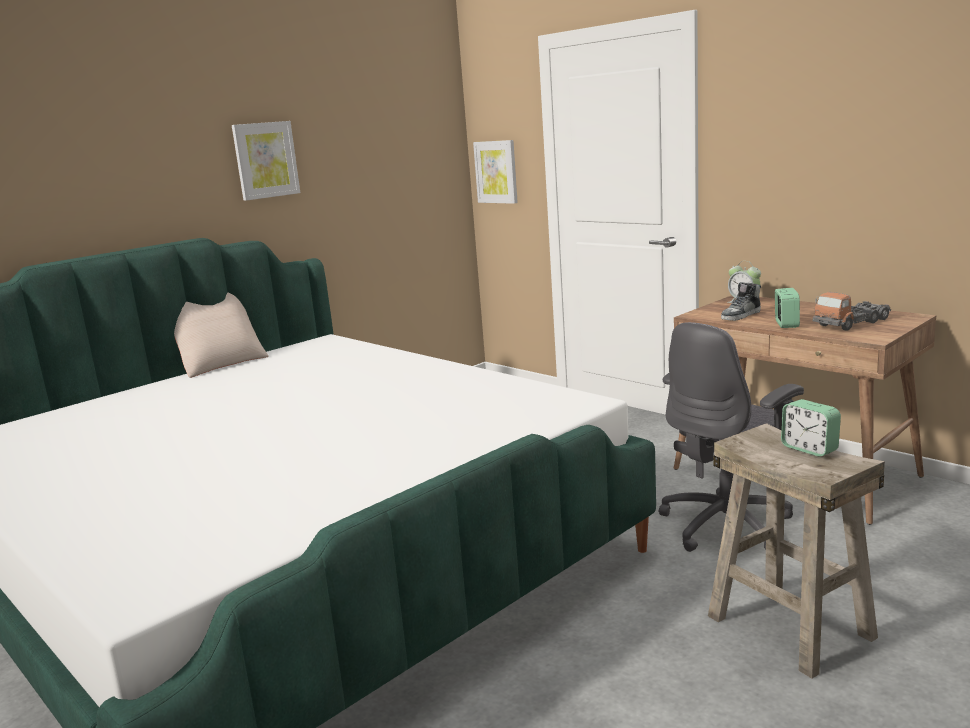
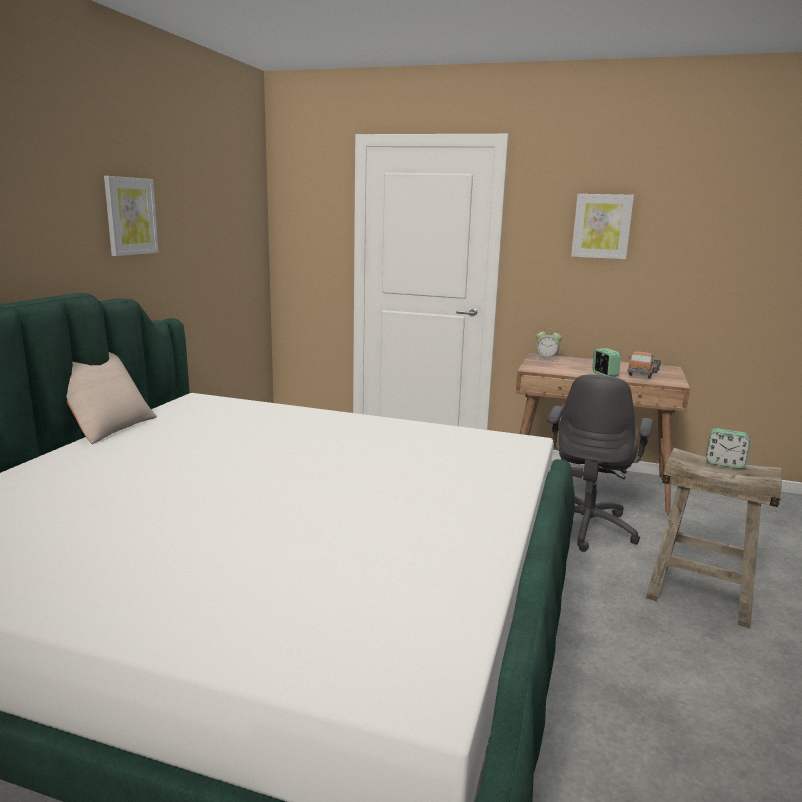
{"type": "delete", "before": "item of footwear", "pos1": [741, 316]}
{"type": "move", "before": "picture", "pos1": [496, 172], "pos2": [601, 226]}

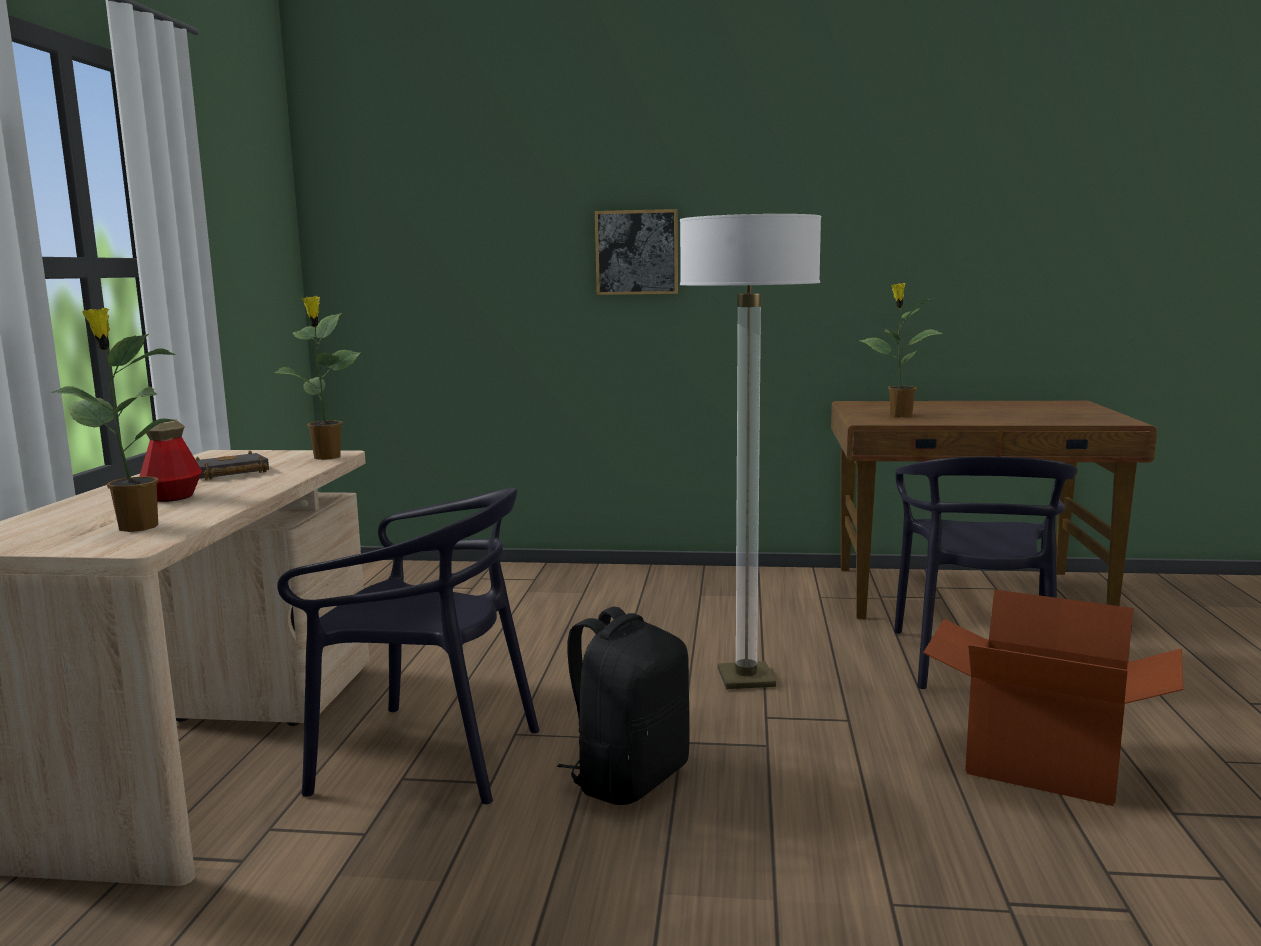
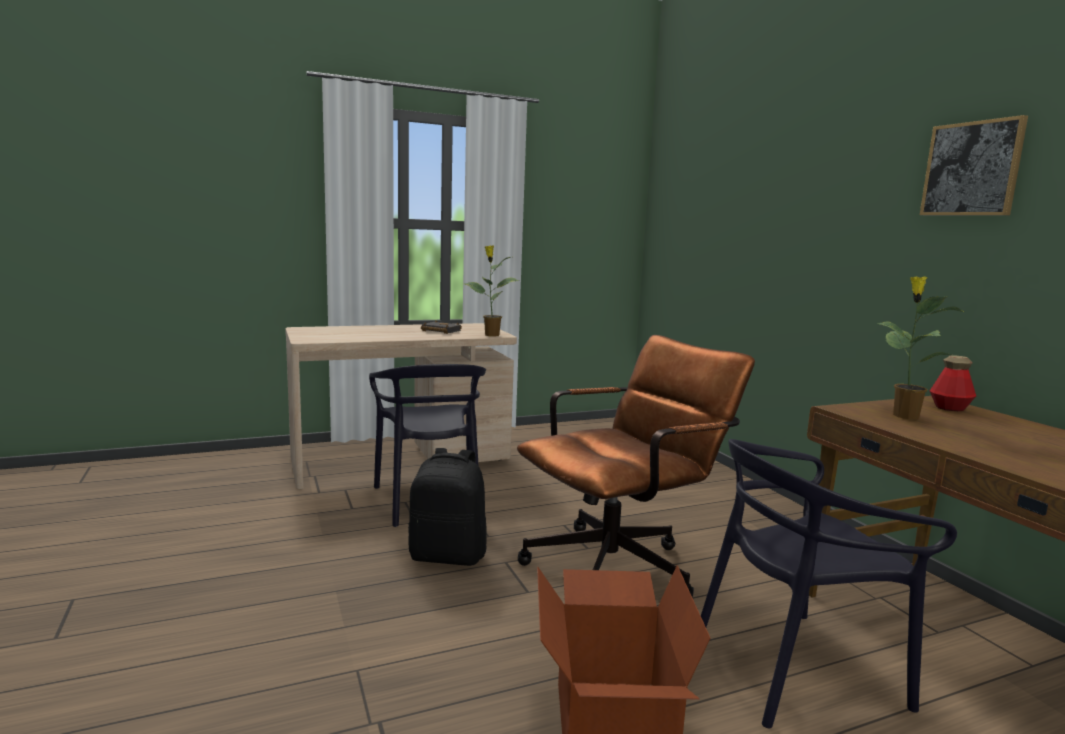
{"type": "delete", "before": "potted plant", "pos1": [135, 527]}
{"type": "move", "before": "drink bottle", "pos1": [173, 497], "pos2": [950, 408]}
{"type": "move", "before": "picture", "pos1": [637, 252], "pos2": [972, 169]}
{"type": "replace", "before": "standing lamp", "after": "brown desk chair", "pos1": [746, 678], "pos2": [621, 566]}

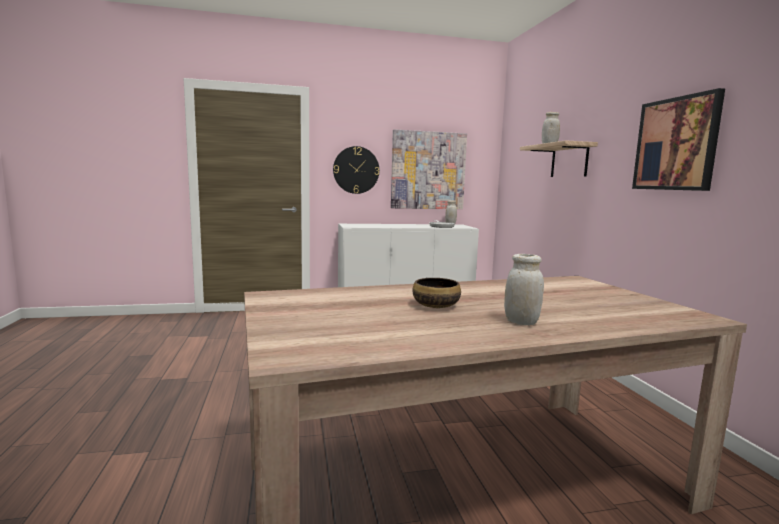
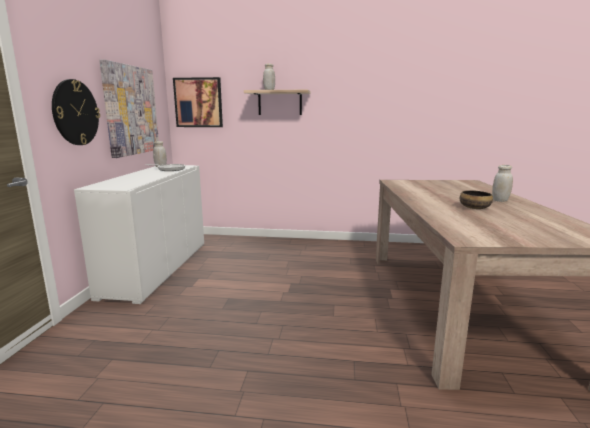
{"type": "move", "before": "picture", "pos1": [676, 144], "pos2": [198, 102]}

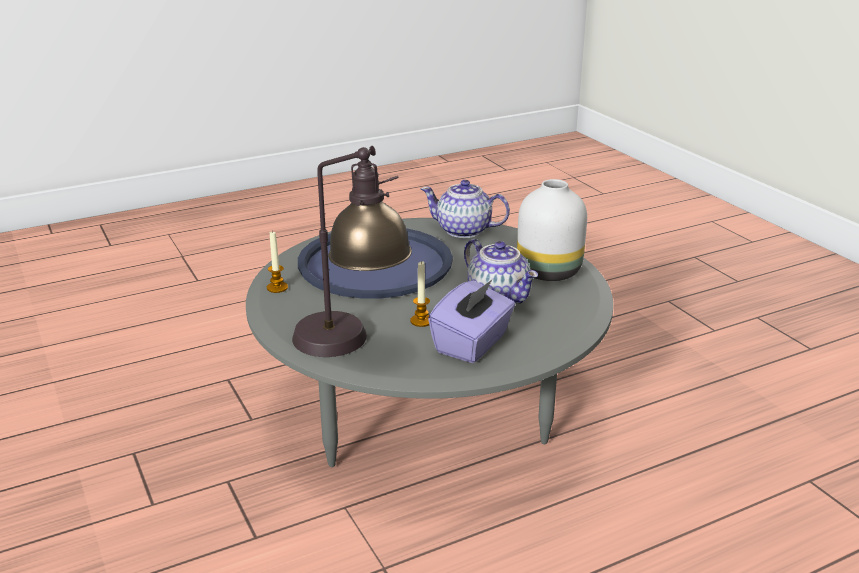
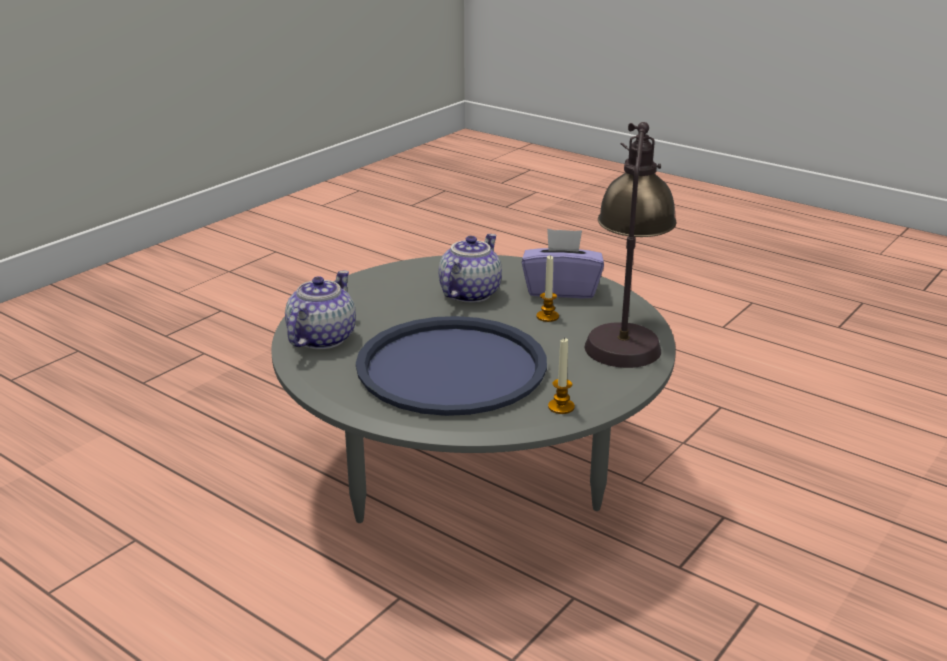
{"type": "delete", "before": "white flower vase", "pos1": [547, 272]}
{"type": "rotate", "before": "pot for tea", "pos1": [464, 231], "pos2": [321, 339], "turn": -150}

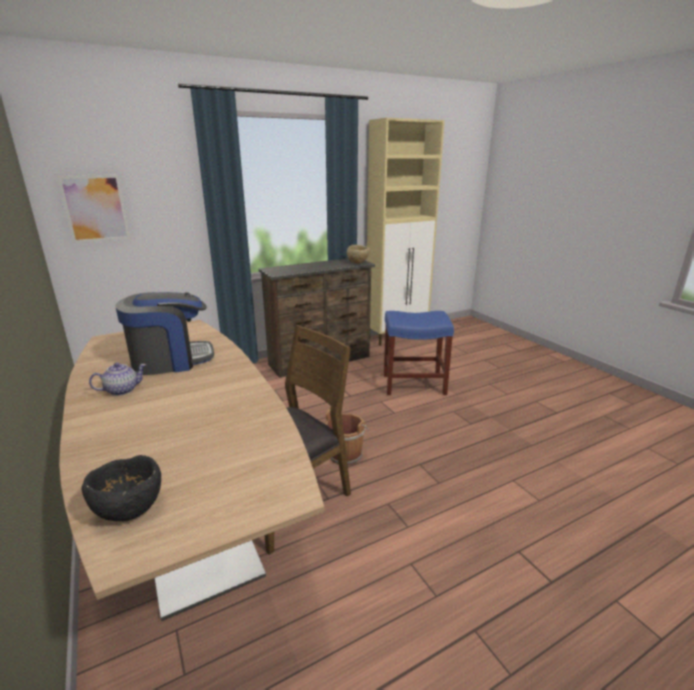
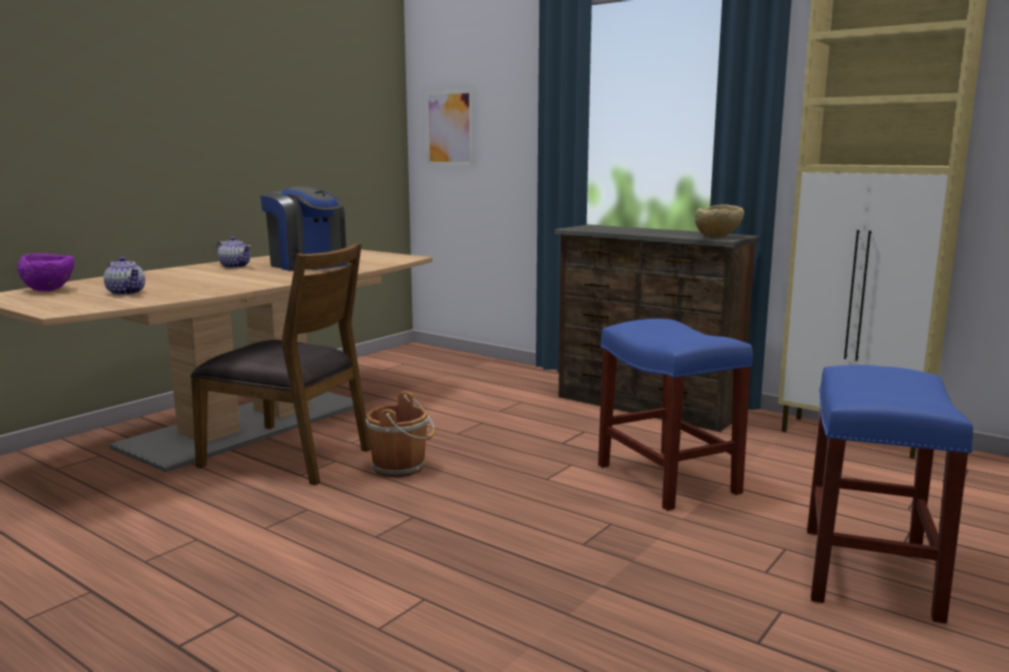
{"type": "insert", "after": "pot for tea", "pos2": [127, 293]}
{"type": "insert", "after": "blue-coloured stool seat", "pos2": [868, 570]}
{"type": "recolor", "before": "black-coloured bowl", "after": "purple bowl", "pos1": [129, 509], "pos2": [50, 290]}

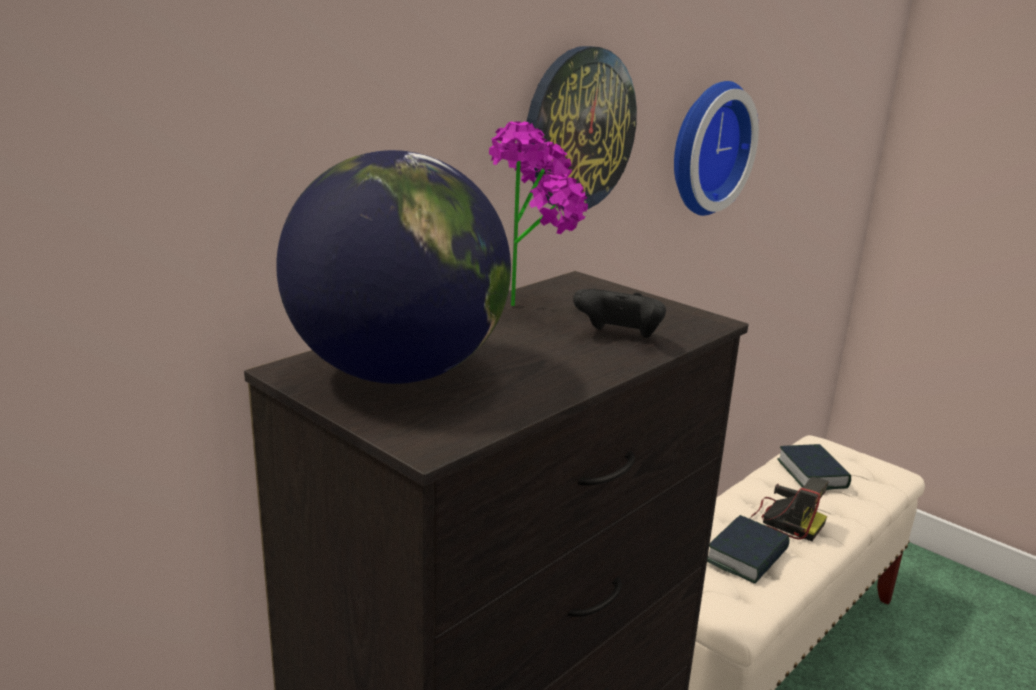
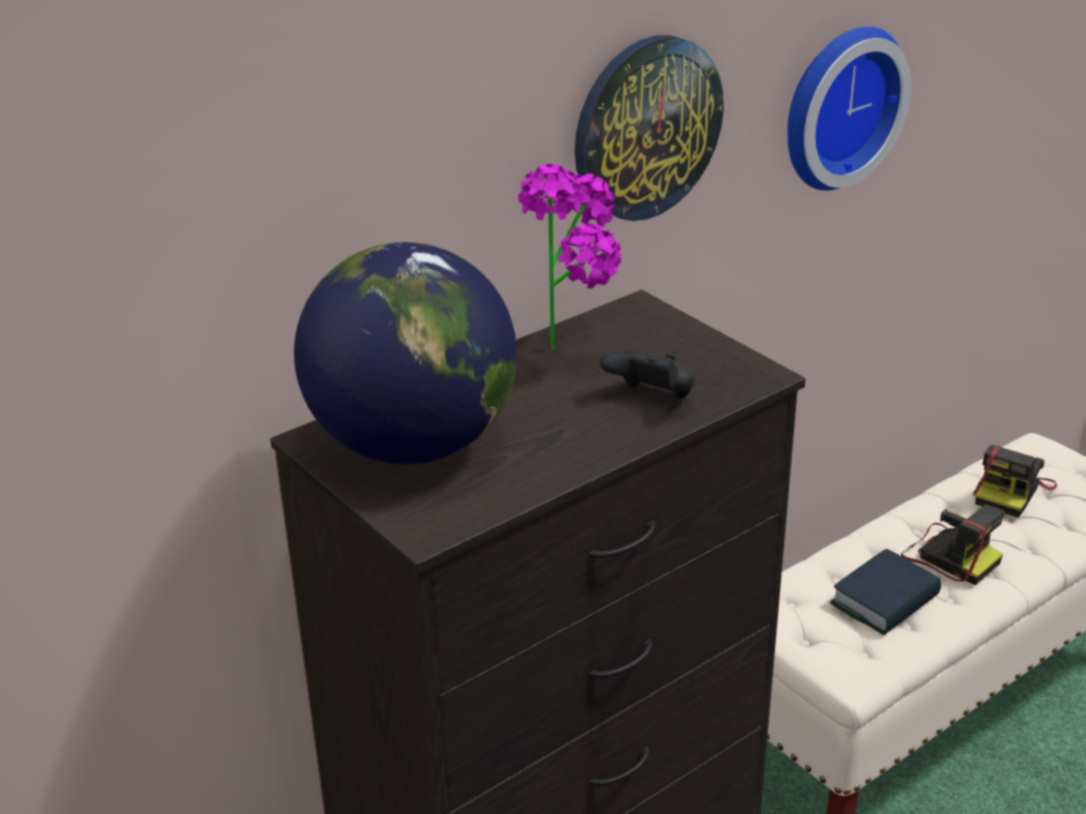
{"type": "replace", "before": "bound book", "after": "still camera", "pos1": [812, 474], "pos2": [1011, 492]}

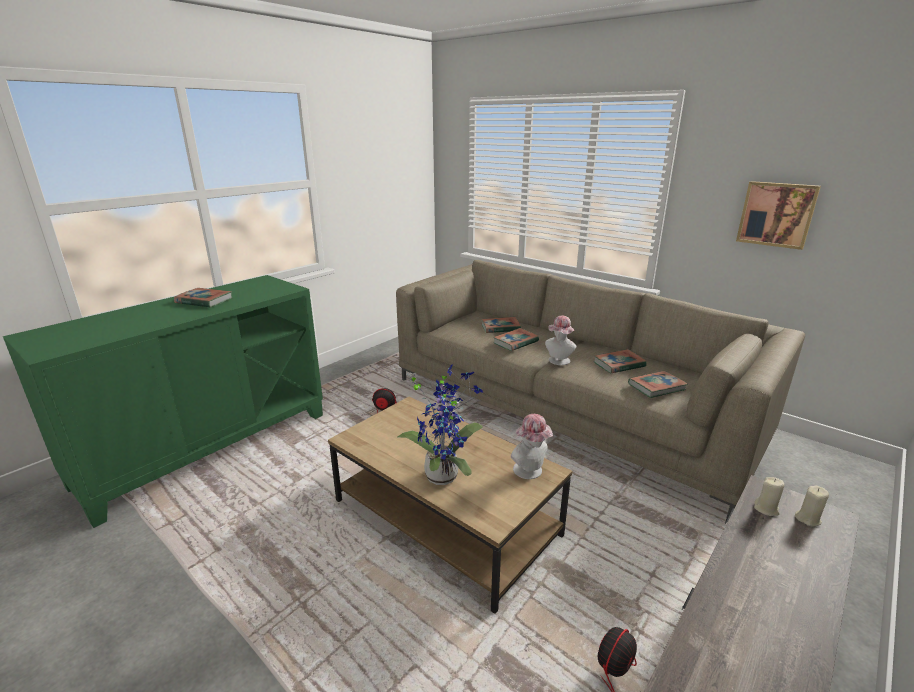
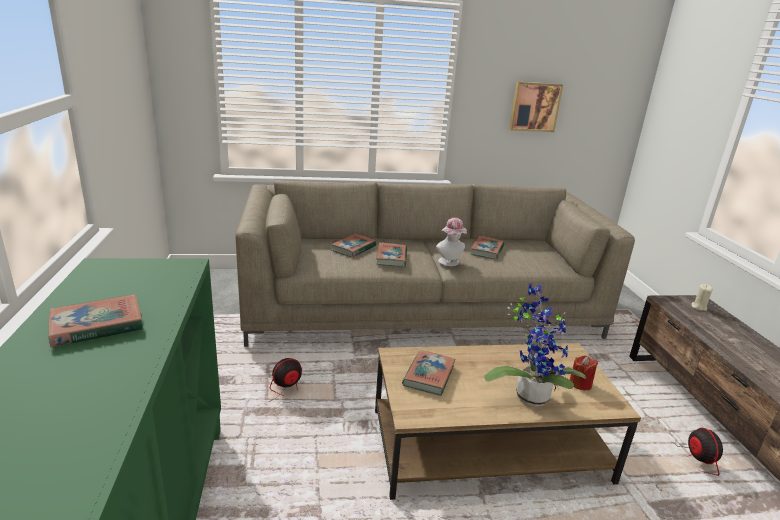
{"type": "delete", "before": "hat", "pos1": [530, 472]}
{"type": "delete", "before": "beige-coloured wax light", "pos1": [766, 509]}
{"type": "insert", "after": "red-coloured wax light", "pos2": [580, 384]}
{"type": "move", "before": "bound book", "pos1": [656, 387], "pos2": [429, 375]}

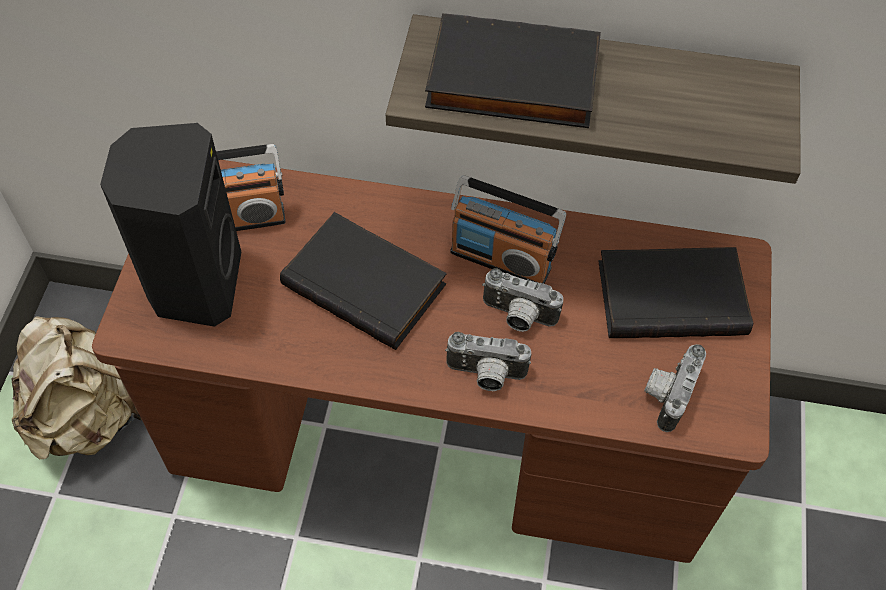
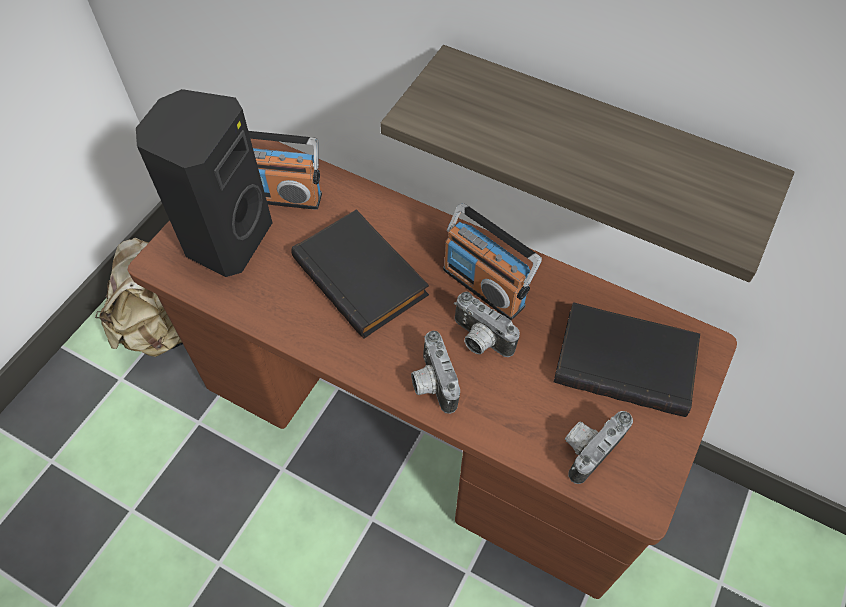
{"type": "delete", "before": "black-coloured bound book", "pos1": [511, 81]}
{"type": "rotate", "before": "still camera", "pos1": [485, 376], "pos2": [431, 383], "turn": 45}

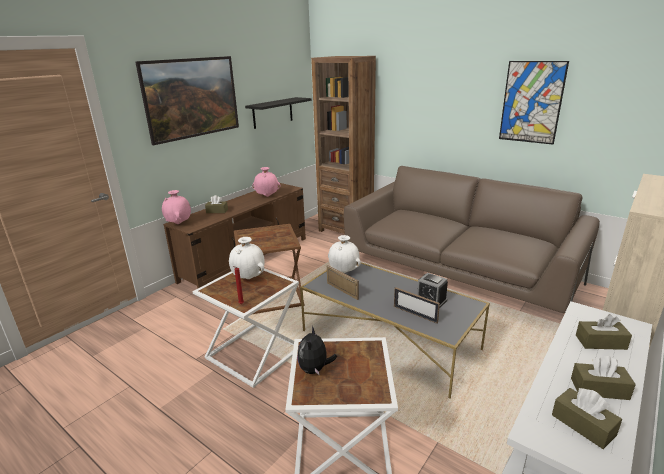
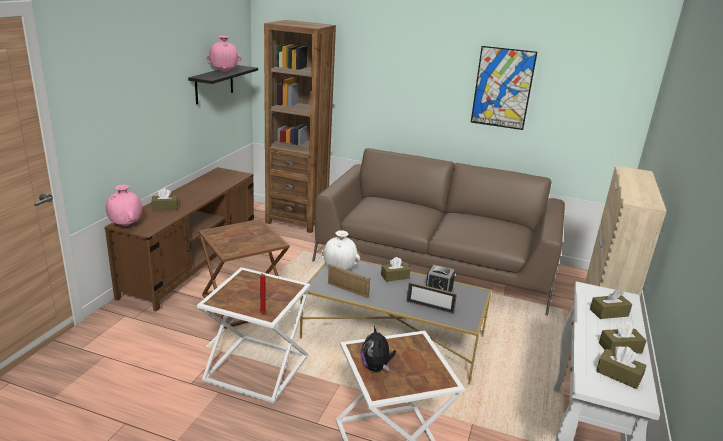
{"type": "delete", "before": "picture", "pos1": [195, 117]}
{"type": "delete", "before": "white flower vase", "pos1": [249, 278]}
{"type": "insert", "after": "brown tissue holder", "pos2": [395, 276]}
{"type": "move", "before": "pinkish flower vase", "pos1": [267, 196], "pos2": [224, 72]}

